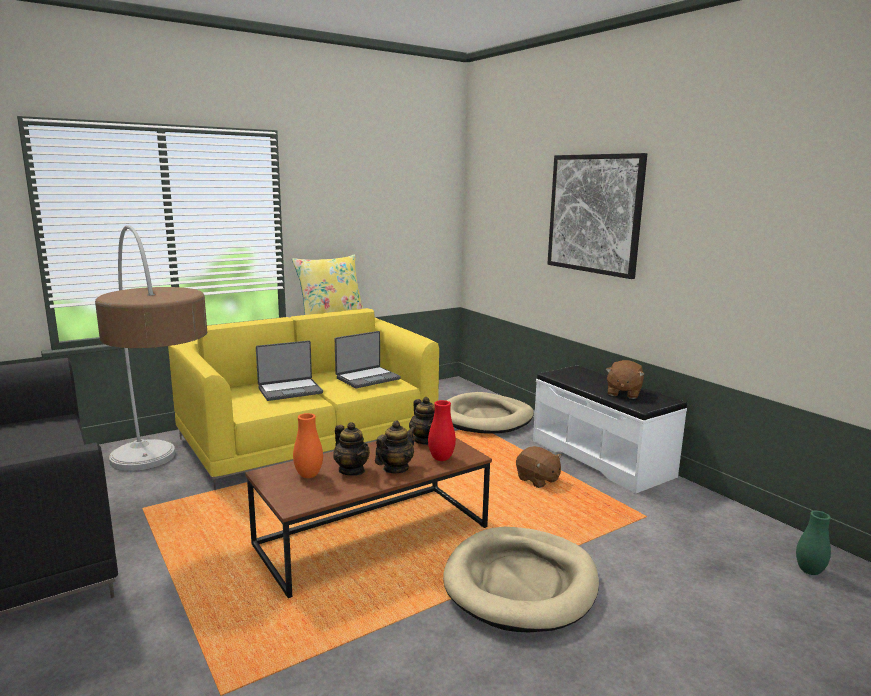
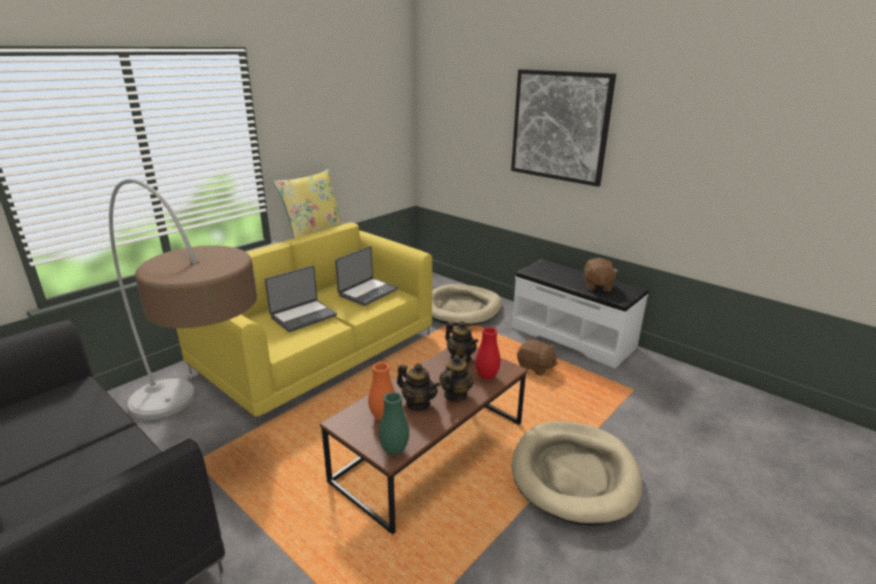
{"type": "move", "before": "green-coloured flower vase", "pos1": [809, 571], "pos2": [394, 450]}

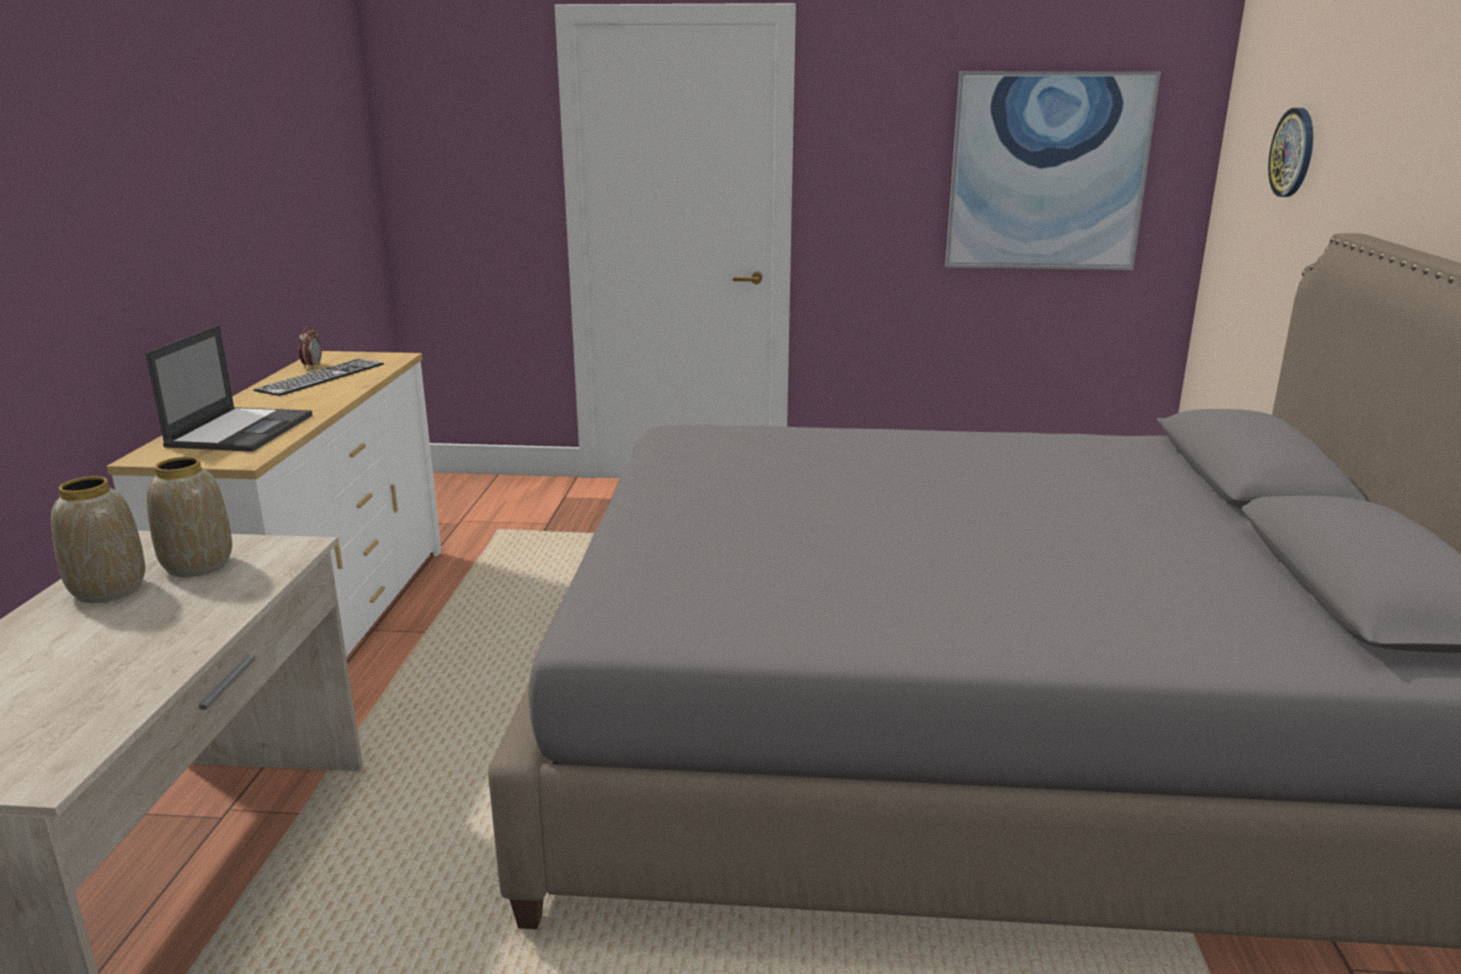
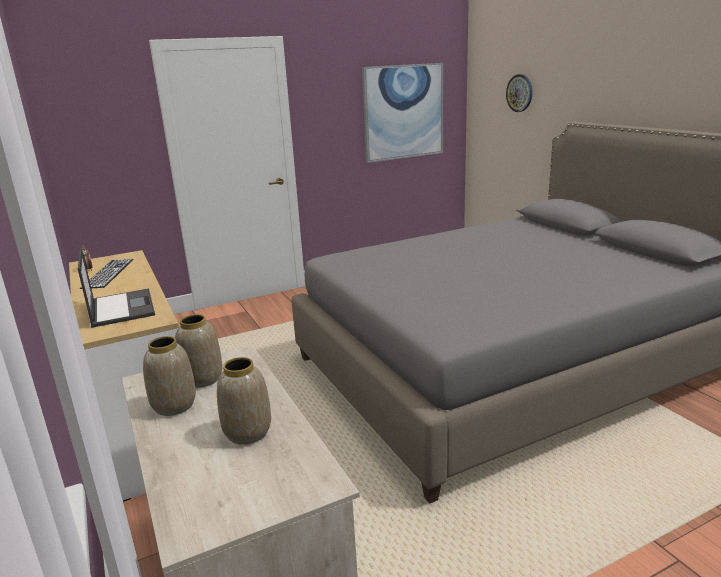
{"type": "insert", "after": "flower vase", "pos2": [247, 433]}

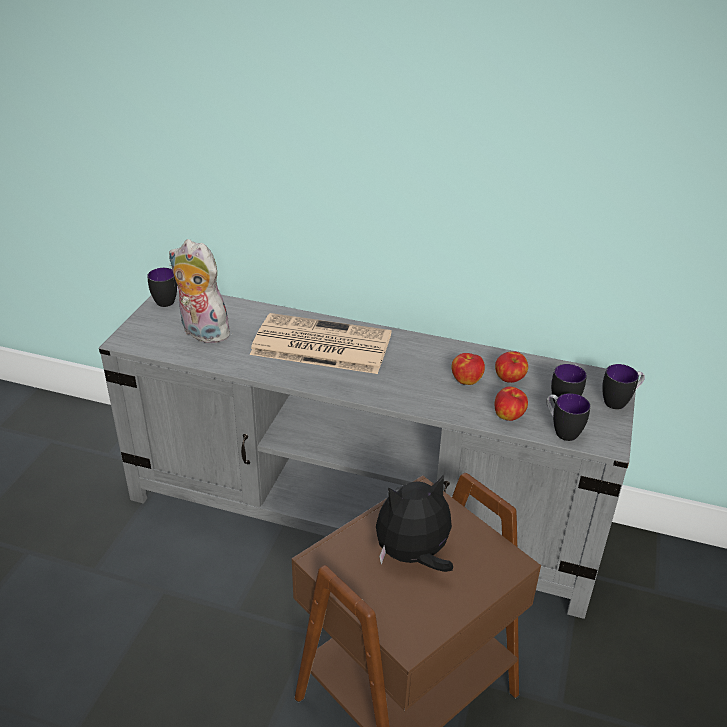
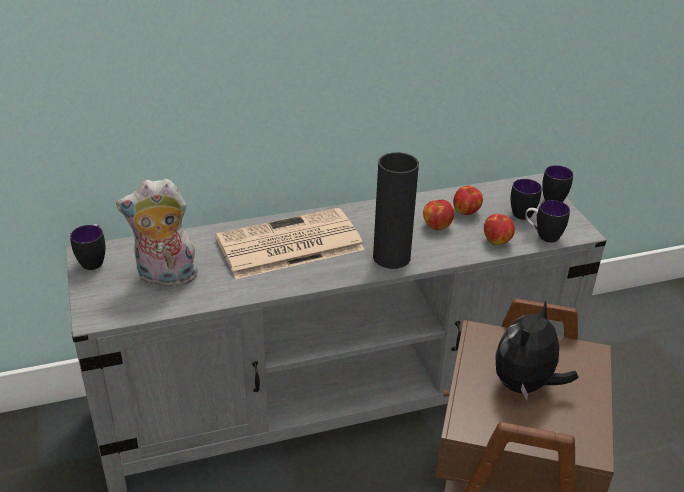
{"type": "insert", "after": "black-coloured flower vase", "pos2": [391, 257]}

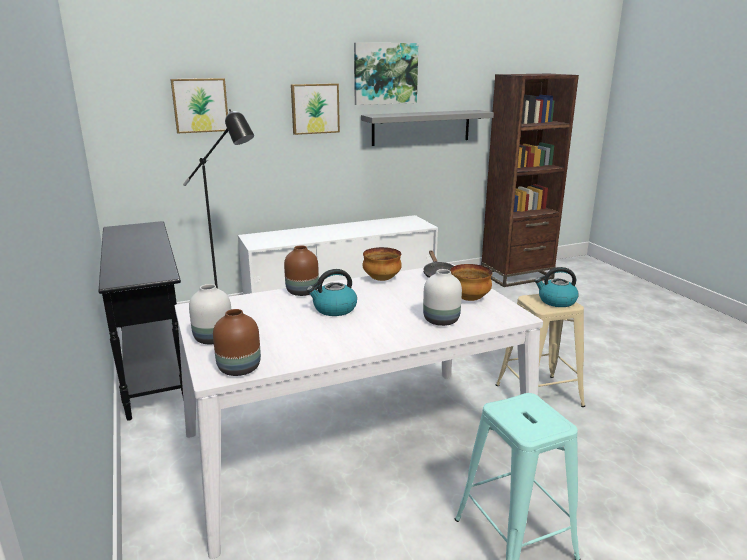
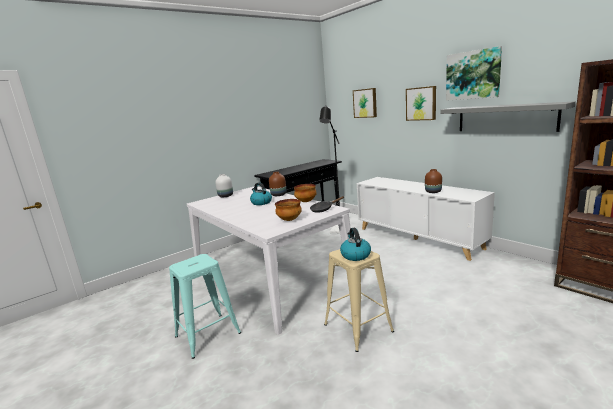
{"type": "delete", "before": "white flower vase", "pos1": [441, 320]}
{"type": "move", "before": "brown flower vase", "pos1": [240, 368], "pos2": [433, 192]}

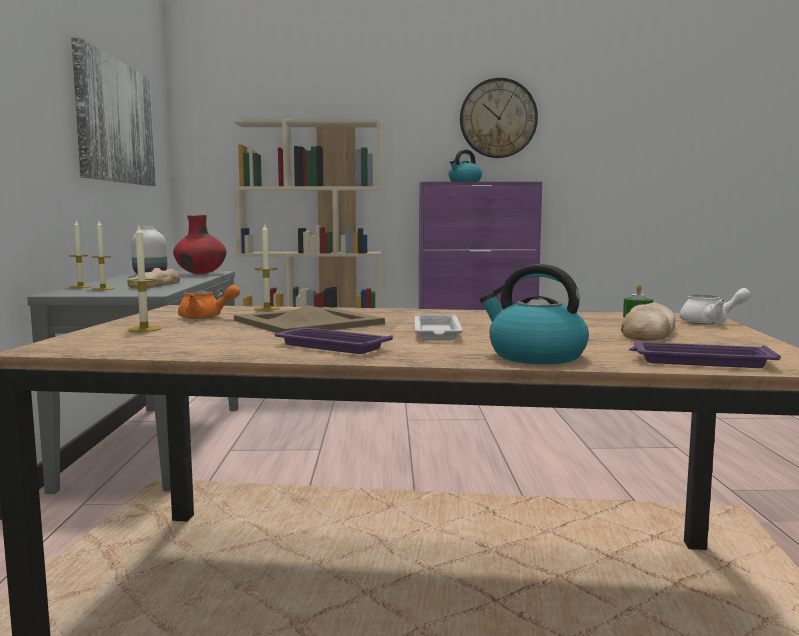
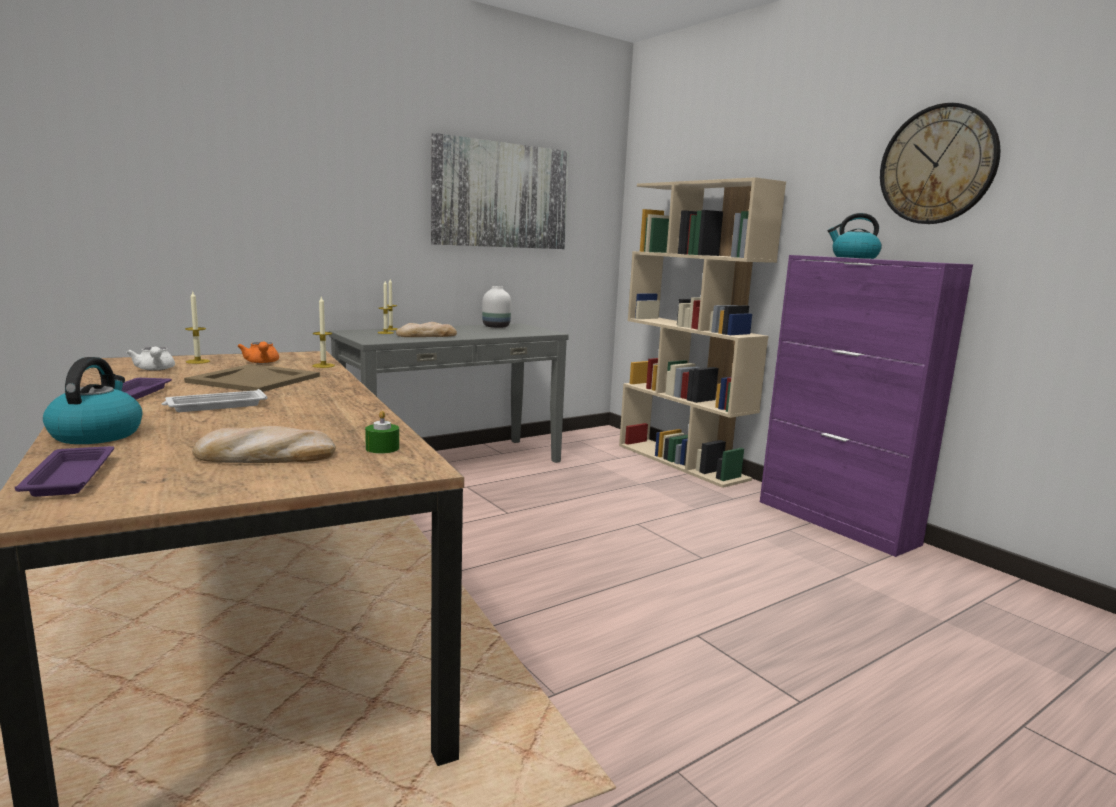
{"type": "delete", "before": "red-coloured flower vase", "pos1": [201, 274]}
{"type": "move", "before": "white pot for tea", "pos1": [711, 323], "pos2": [155, 369]}

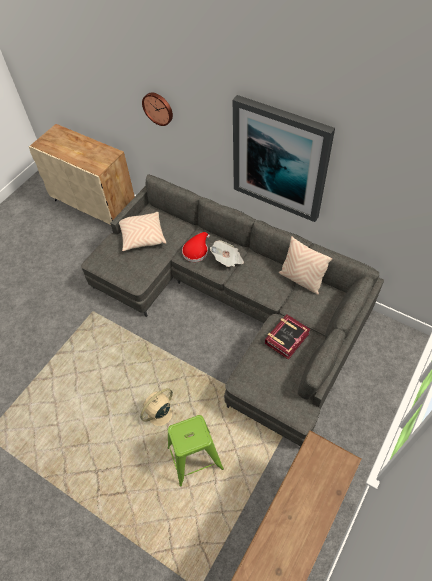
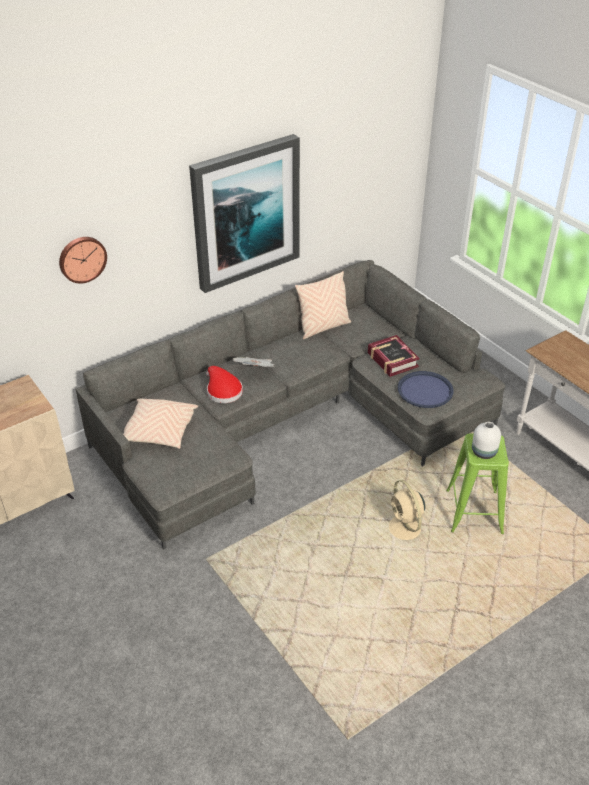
{"type": "insert", "after": "blue-coloured tray", "pos2": [425, 390]}
{"type": "insert", "after": "white flower vase", "pos2": [483, 452]}

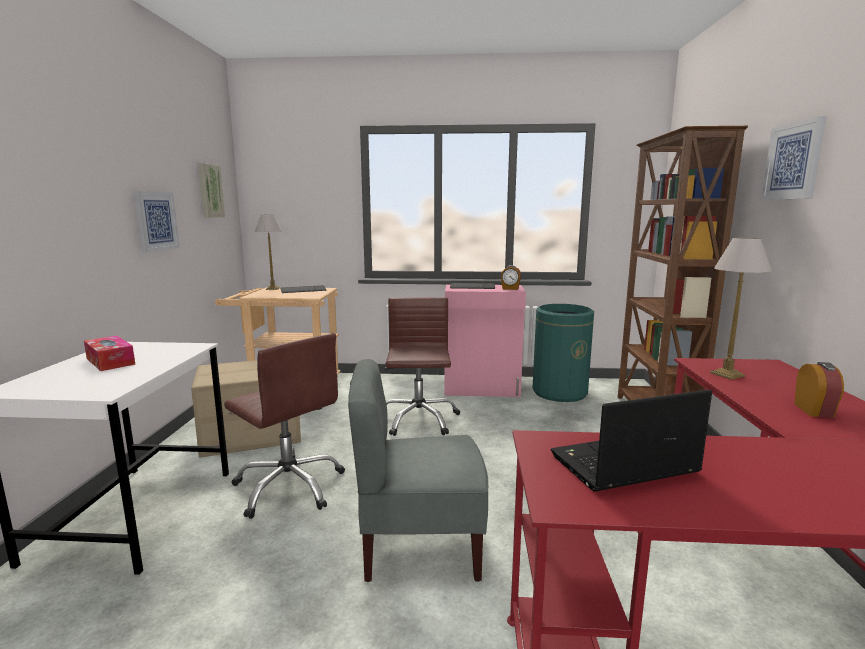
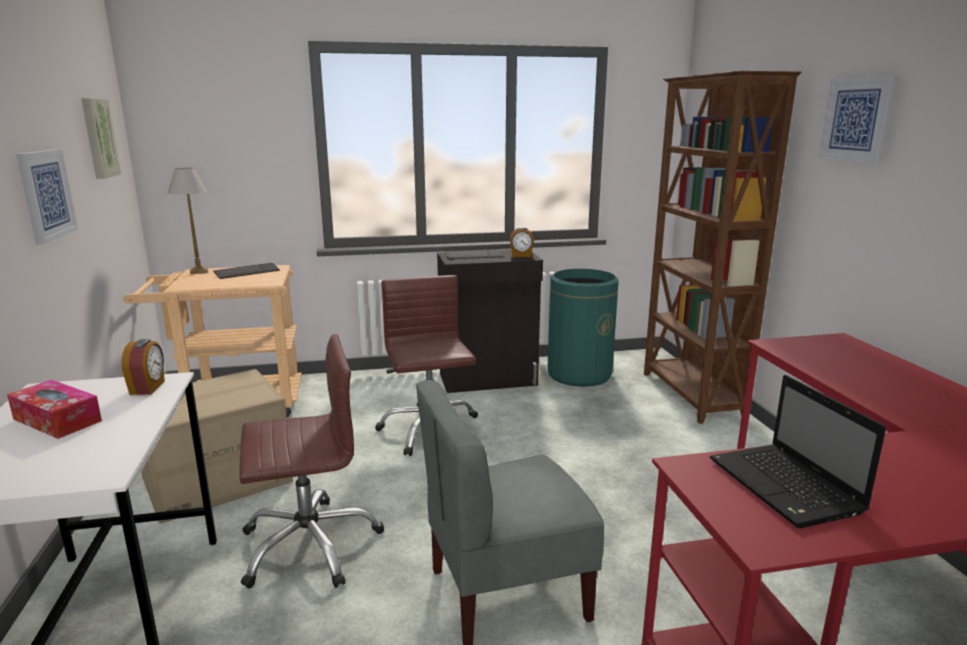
{"type": "delete", "before": "table lamp", "pos1": [727, 374]}
{"type": "move", "before": "table clock", "pos1": [814, 411], "pos2": [148, 388]}
{"type": "recolor", "before": "pinkish cabinet", "after": "black-coloured cabinet", "pos1": [482, 389], "pos2": [489, 380]}
{"type": "rotate", "before": "brown desk chair", "pos1": [289, 486], "pos2": [309, 544], "turn": -45}
{"type": "rotate", "before": "notebook computer", "pos1": [621, 465], "pos2": [787, 487], "turn": -75}

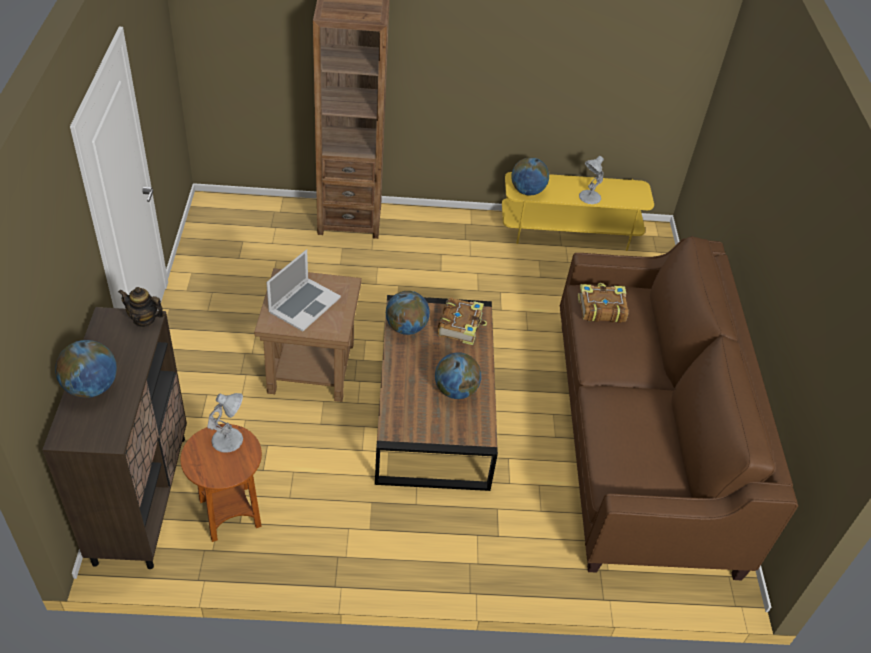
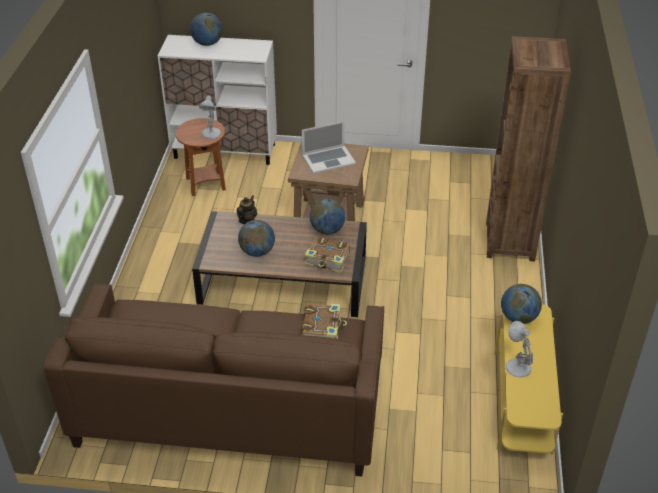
{"type": "move", "before": "pot for tea", "pos1": [144, 319], "pos2": [247, 220]}
{"type": "recolor", "before": "brown cabinet", "after": "white cabinet", "pos1": [141, 497], "pos2": [225, 151]}
{"type": "rotate", "before": "notebook computer", "pos1": [304, 304], "pos2": [328, 159], "turn": -60}

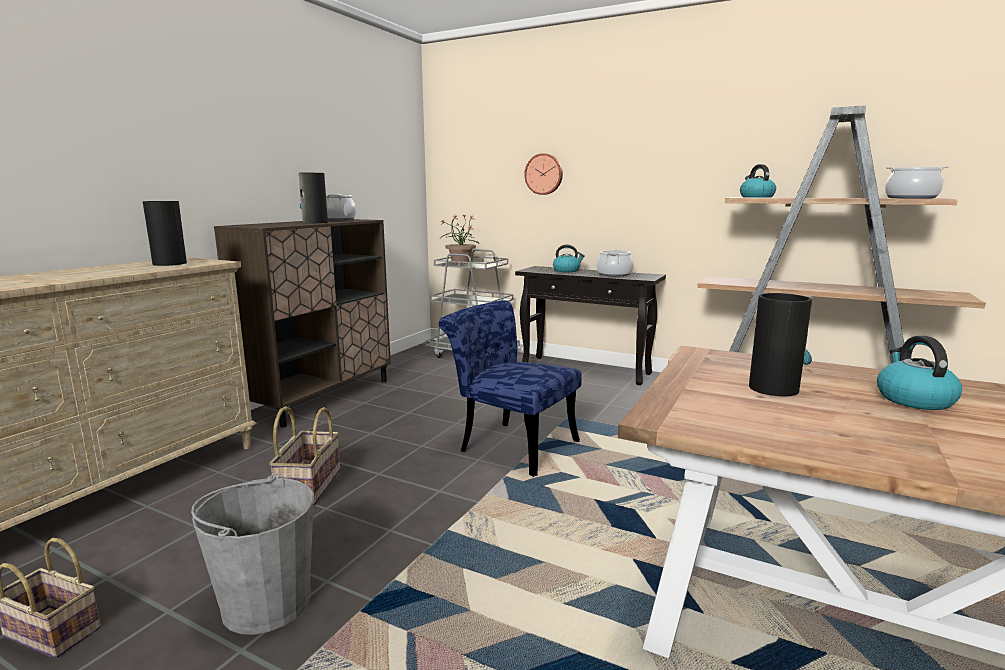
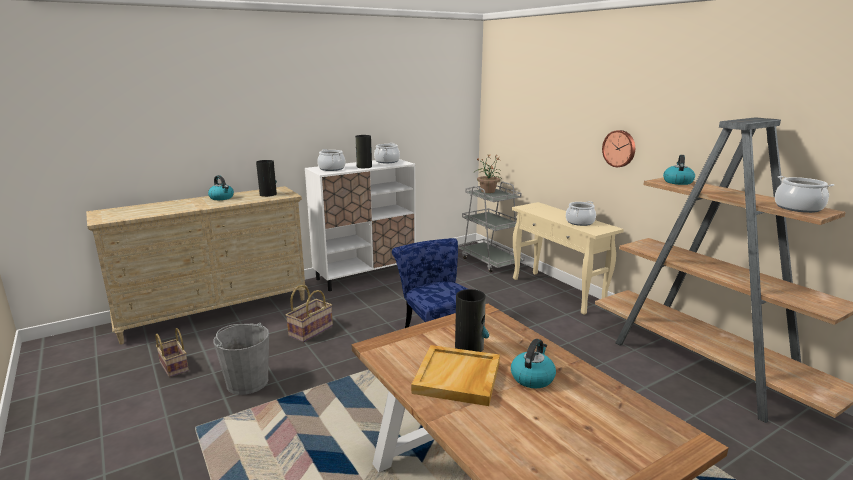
{"type": "insert", "after": "stockpot", "pos2": [332, 168]}
{"type": "insert", "after": "beige-coloured tray", "pos2": [458, 378]}
{"type": "move", "before": "clock on the wall", "pos1": [544, 174], "pos2": [619, 148]}
{"type": "move", "before": "water kettle", "pos1": [567, 270], "pos2": [222, 198]}
{"type": "recolor", "before": "brown cabinet", "after": "white cabinet", "pos1": [321, 397], "pos2": [365, 275]}
{"type": "recolor", "before": "black-coloured hall table", "after": "beige-coloured hall table", "pos1": [586, 370], "pos2": [558, 292]}

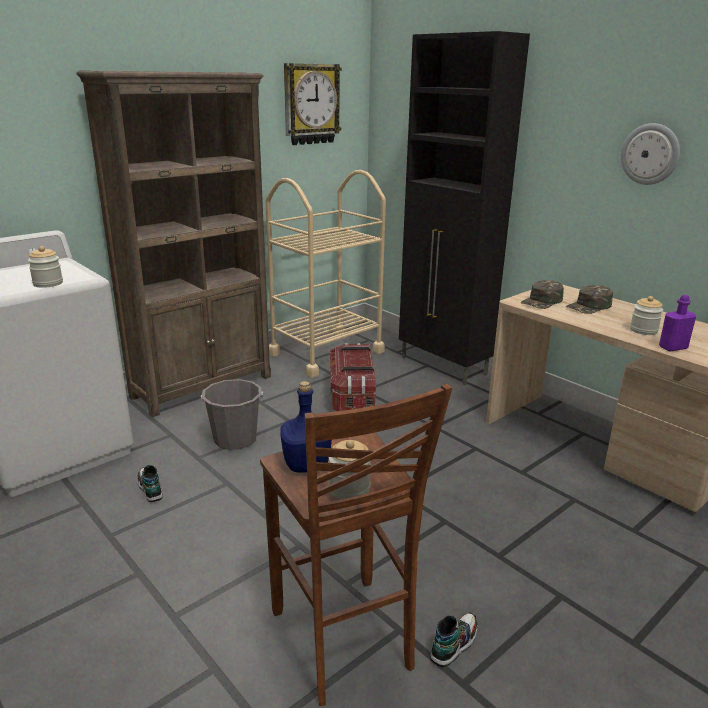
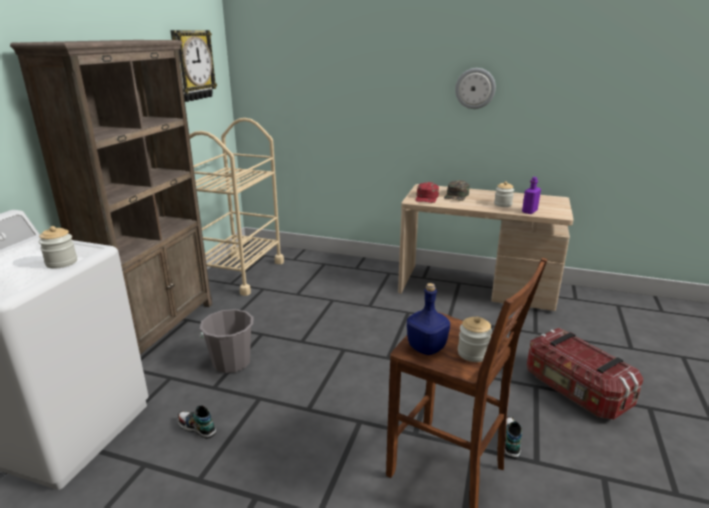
{"type": "delete", "before": "black-coloured cabinet", "pos1": [444, 366]}
{"type": "move", "before": "storage bin", "pos1": [352, 397], "pos2": [575, 390]}
{"type": "recolor", "before": "green-coloured baseball cap", "after": "red-coloured baseball cap", "pos1": [542, 301], "pos2": [427, 198]}

